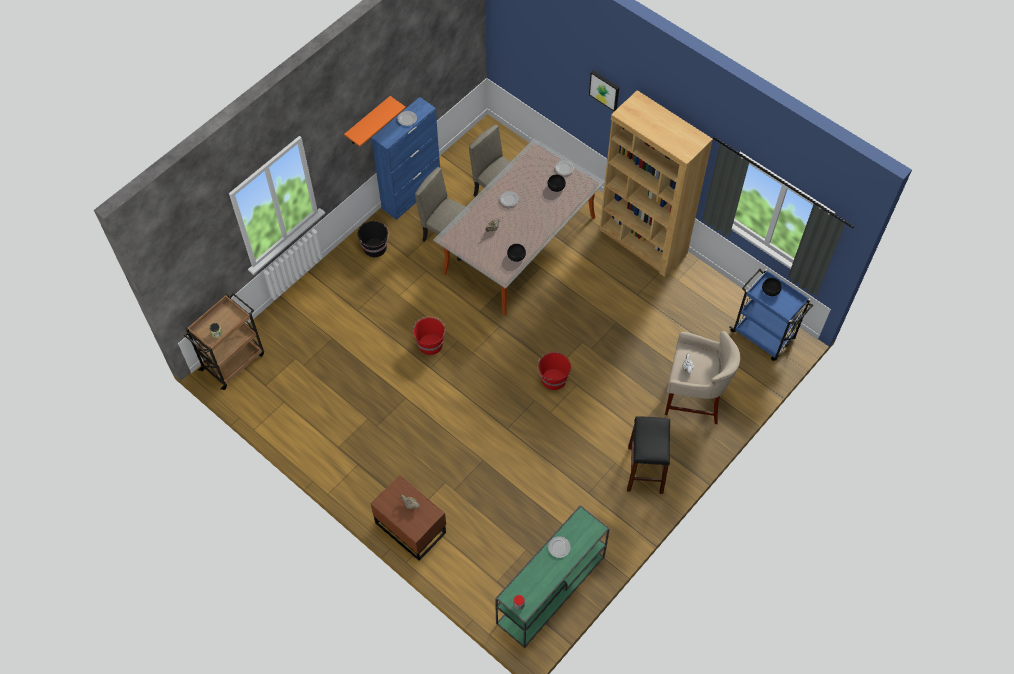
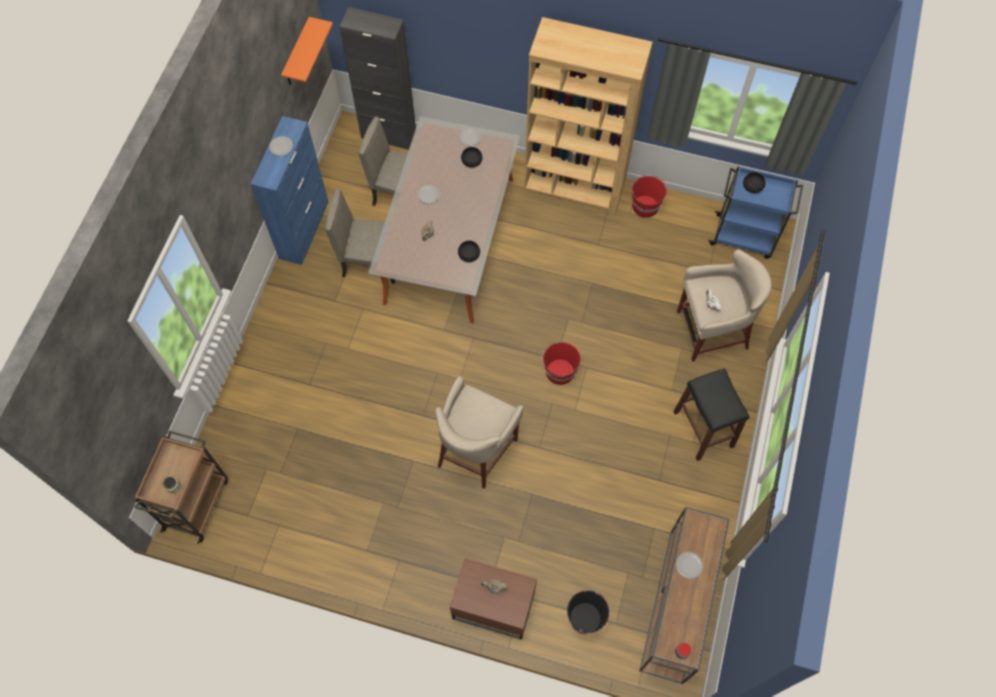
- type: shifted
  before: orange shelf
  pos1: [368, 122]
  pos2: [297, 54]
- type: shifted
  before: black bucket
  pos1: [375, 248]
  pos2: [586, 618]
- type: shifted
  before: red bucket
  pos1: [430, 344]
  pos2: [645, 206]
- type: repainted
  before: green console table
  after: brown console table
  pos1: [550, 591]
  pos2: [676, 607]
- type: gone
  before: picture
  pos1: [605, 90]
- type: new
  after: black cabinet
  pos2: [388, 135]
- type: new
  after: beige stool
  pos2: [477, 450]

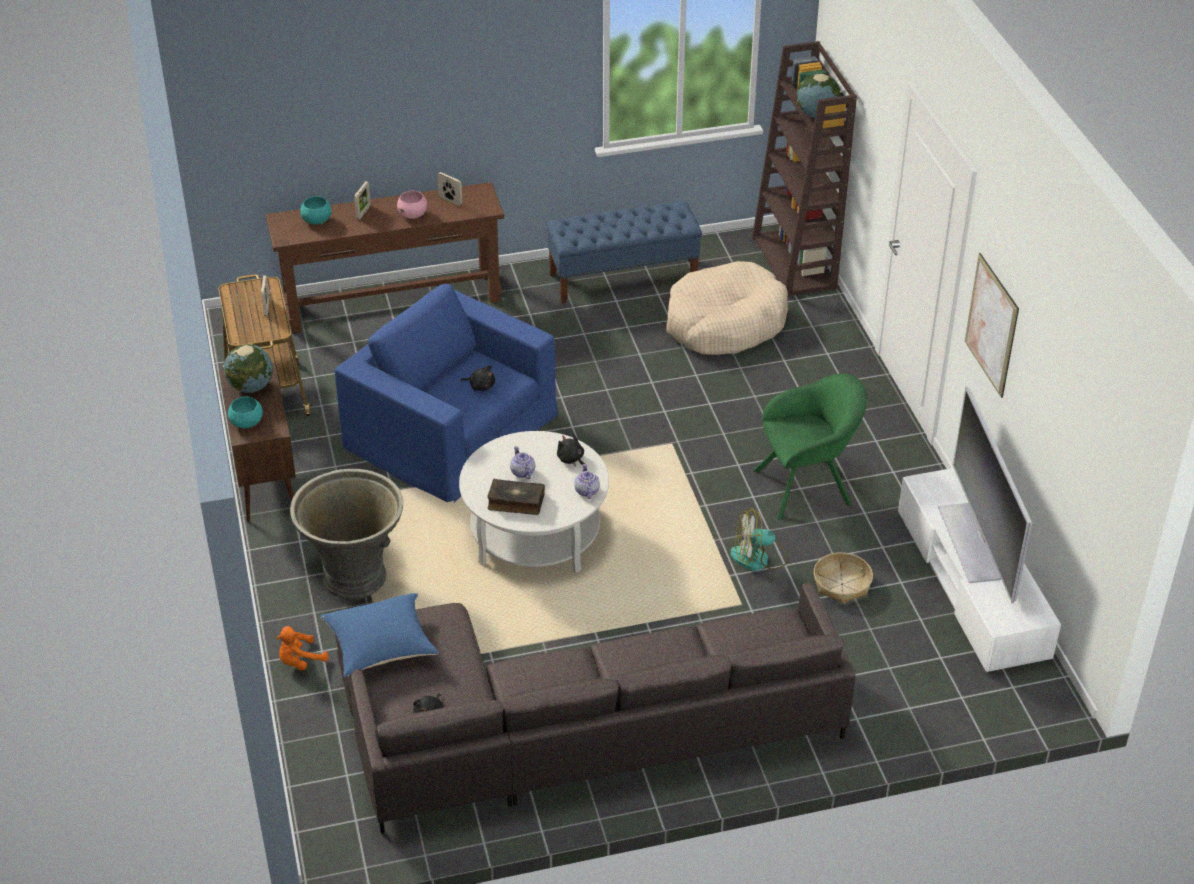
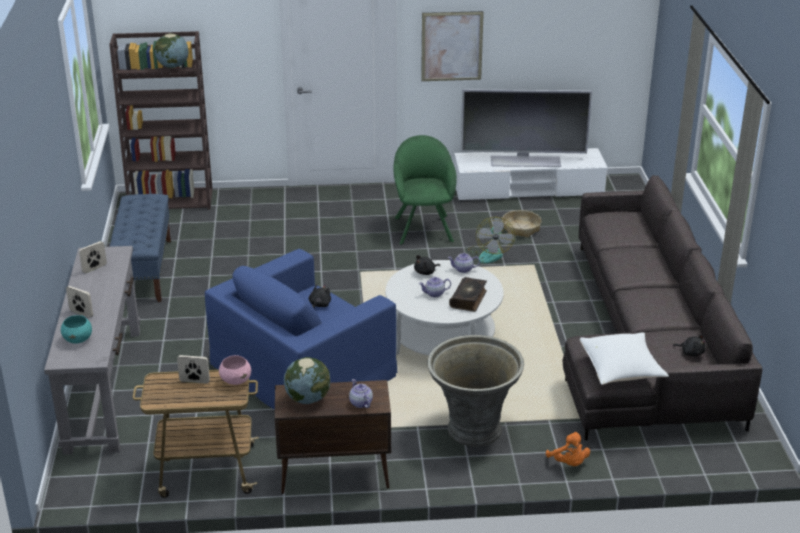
- type: swapped
  before: turquoise bowl
  after: teapot
  pos1: [246, 423]
  pos2: [360, 403]
- type: repainted
  before: brown console table
  after: grey console table
  pos1: [392, 302]
  pos2: [104, 388]
- type: repainted
  before: blue pillow
  after: white pillow
  pos1: [380, 648]
  pos2: [621, 371]
- type: shifted
  before: pink bowl
  pos1: [413, 215]
  pos2: [236, 380]
- type: gone
  before: beige dog bed
  pos1: [724, 323]

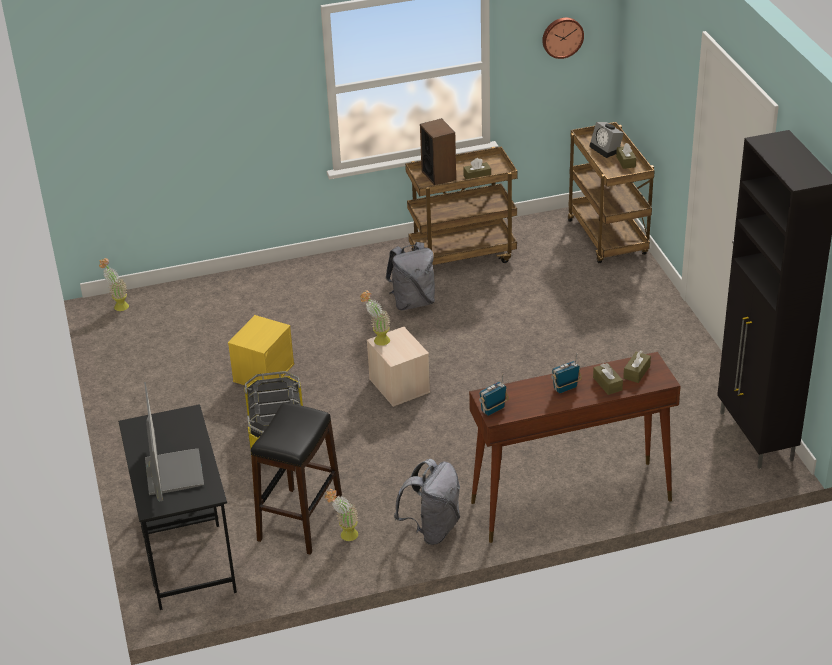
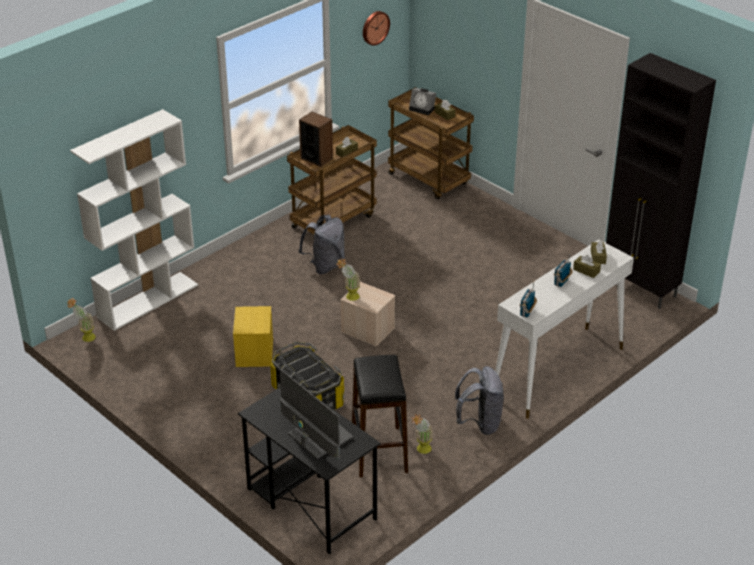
- type: repainted
  before: brown console table
  after: white console table
  pos1: [570, 501]
  pos2: [557, 372]
- type: new
  after: white bookcase
  pos2: [148, 300]

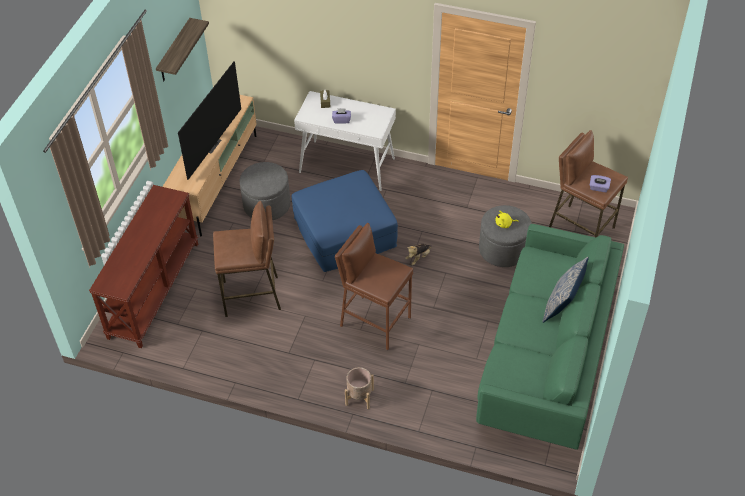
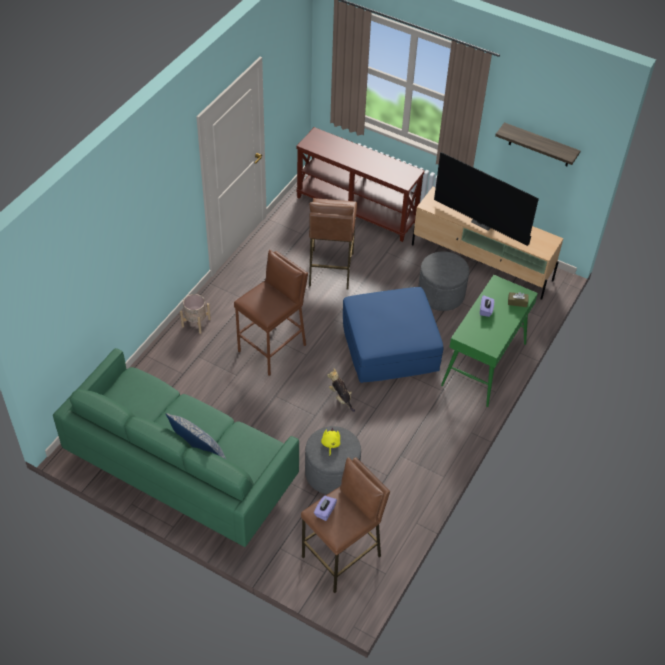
- type: repainted
  before: white console table
  after: green console table
  pos1: [347, 166]
  pos2: [484, 365]

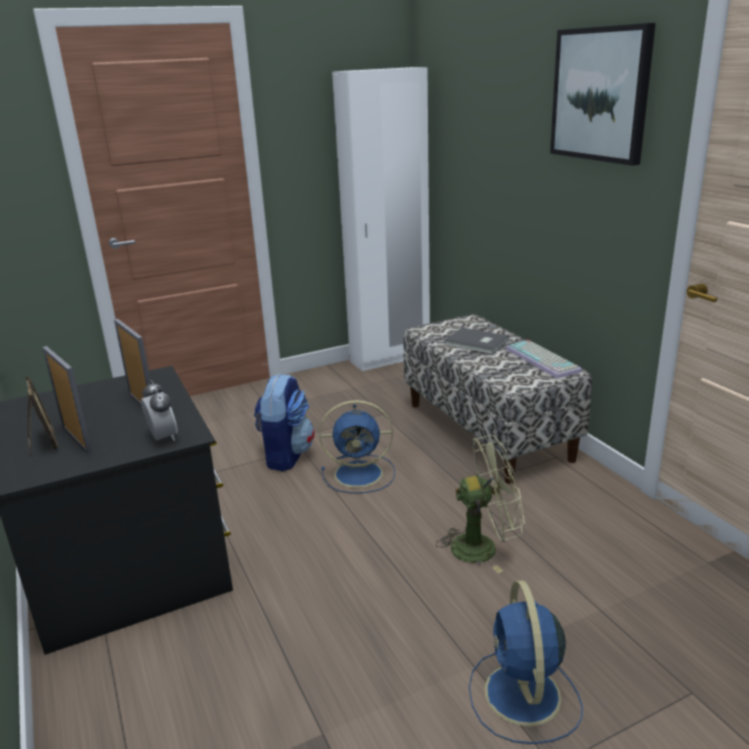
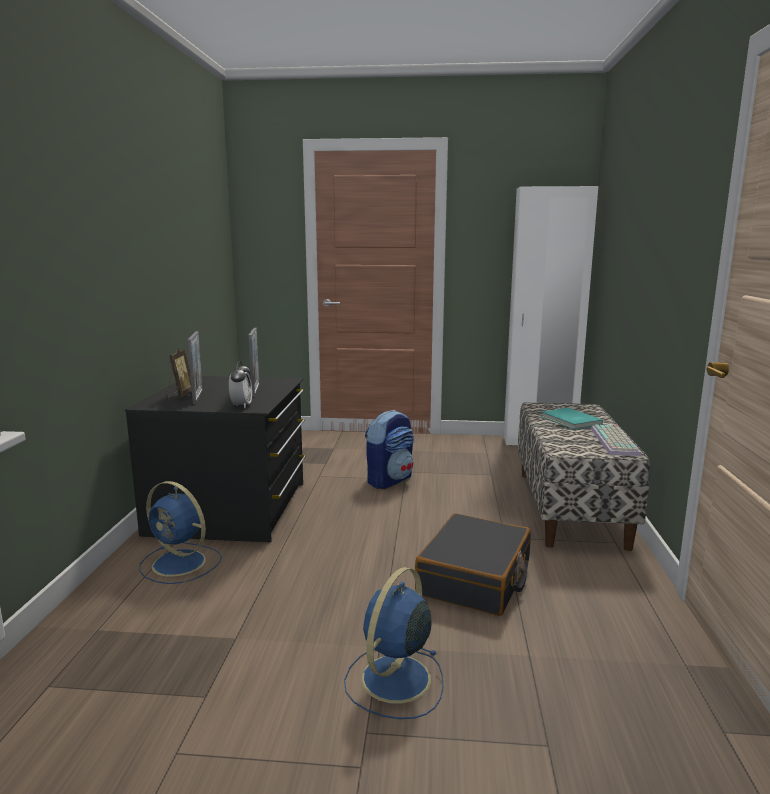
- type: shifted
  before: blue fan
  pos1: [361, 474]
  pos2: [181, 564]
- type: swapped
  before: green fan
  after: black suitcase
  pos1: [483, 546]
  pos2: [475, 579]
- type: repainted
  before: grey book
  after: turquoise book
  pos1: [476, 343]
  pos2: [570, 421]
- type: gone
  before: picture
  pos1: [601, 94]

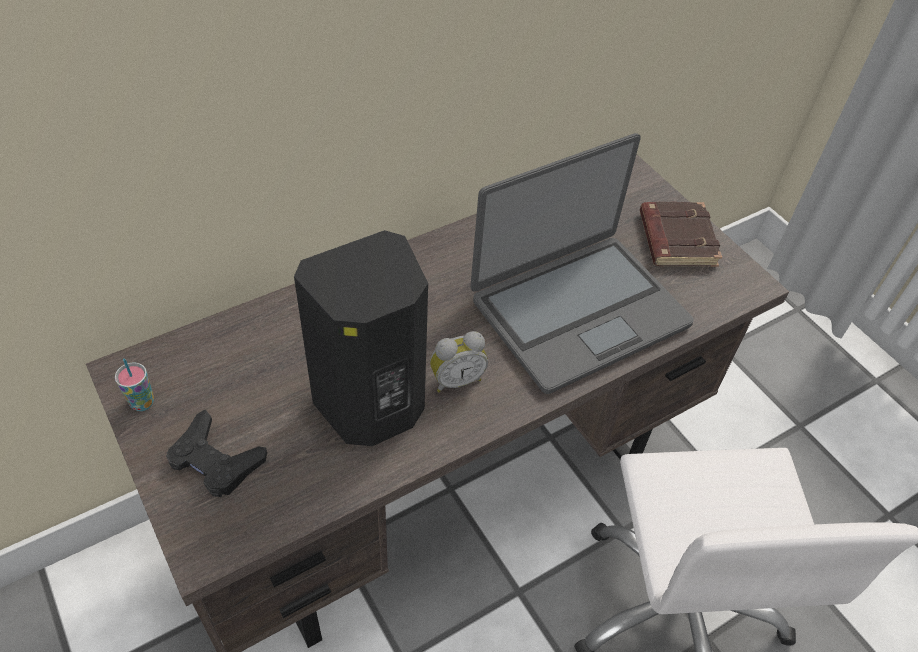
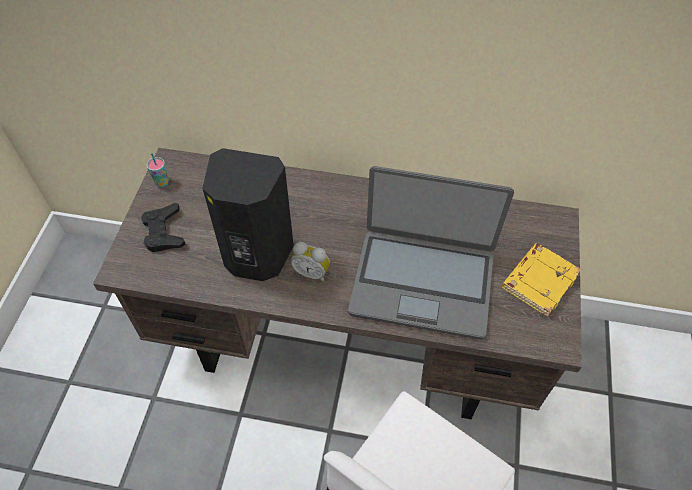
- type: repainted
  before: brown book
  after: yellow book
  pos1: [675, 239]
  pos2: [539, 281]

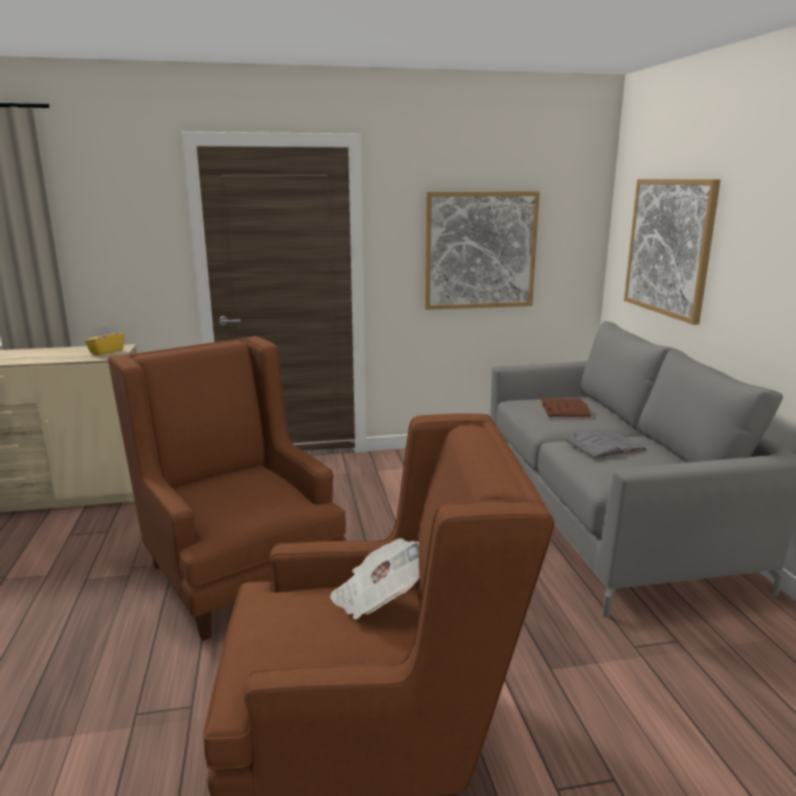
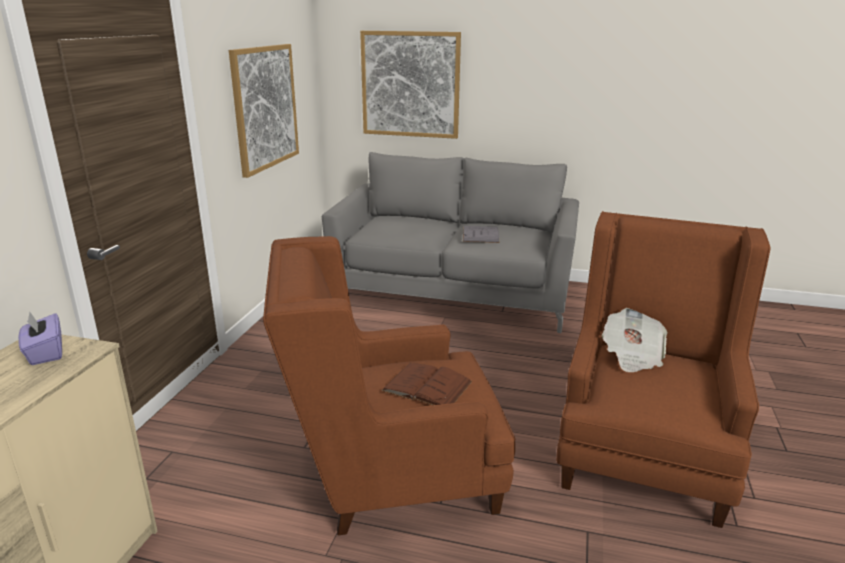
- type: repainted
  before: yellow tissue box
  after: purple tissue box
  pos1: [106, 351]
  pos2: [45, 353]
- type: shifted
  before: brown book
  pos1: [564, 408]
  pos2: [427, 386]

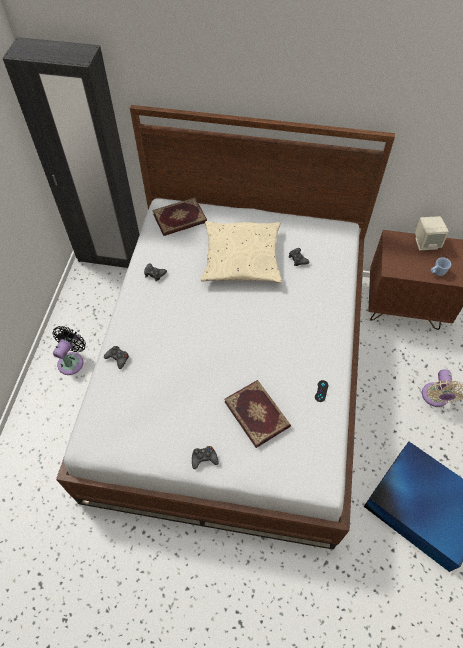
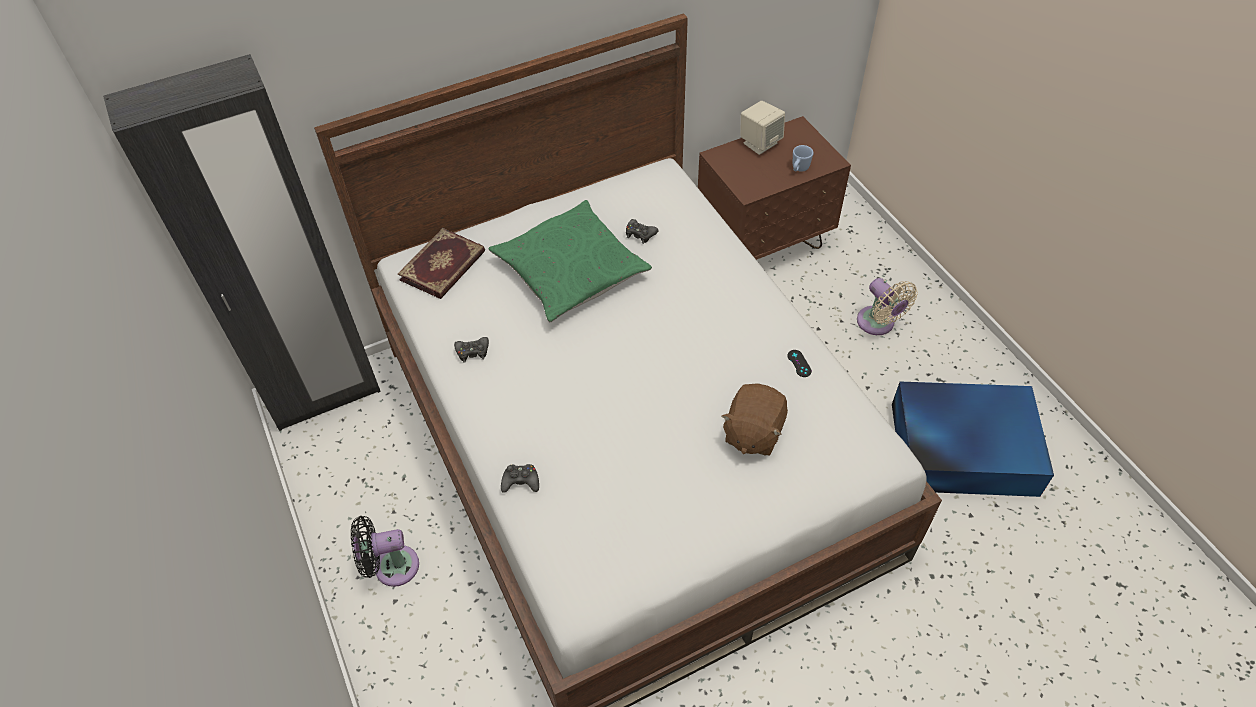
- type: rotated
  before: black fan
  pos1: [72, 361]
  pos2: [391, 567]
  turn: -90
- type: gone
  before: black game controller
  pos1: [204, 458]
- type: repainted
  before: beige pillow
  after: green pillow
  pos1: [241, 258]
  pos2: [570, 270]
- type: swapped
  before: book
  after: brown plush toy
  pos1: [257, 413]
  pos2: [752, 433]

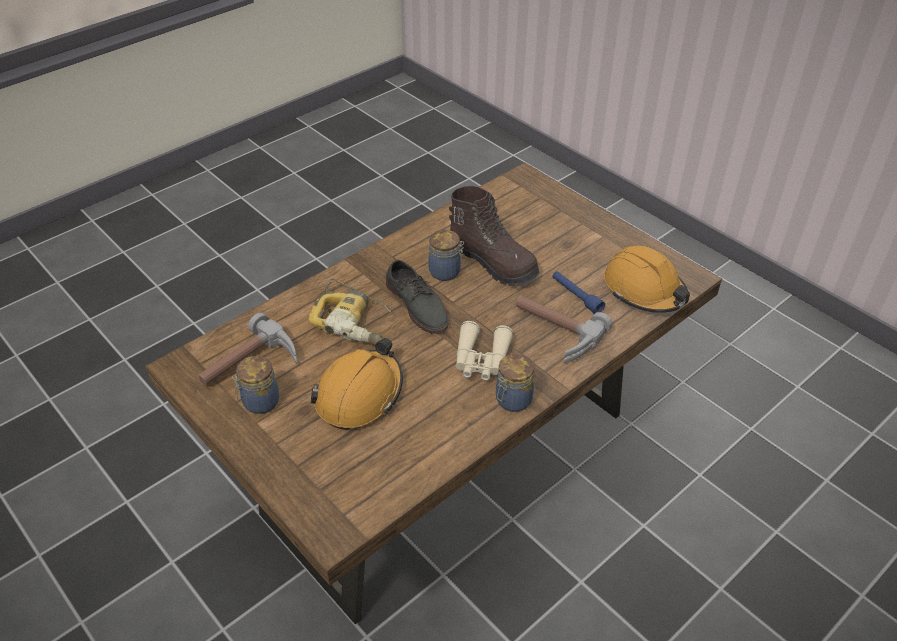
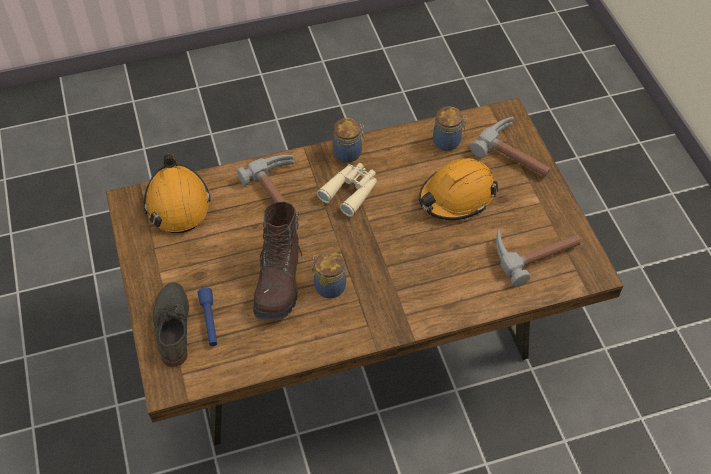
- type: shifted
  before: jar
  pos1: [259, 402]
  pos2: [448, 141]
- type: gone
  before: power drill
  pos1: [354, 321]
- type: shifted
  before: grey shoe
  pos1: [417, 304]
  pos2: [172, 326]
- type: rotated
  before: brown boot
  pos1: [493, 262]
  pos2: [279, 281]
  turn: -150
- type: shifted
  before: blue flashlight
  pos1: [576, 296]
  pos2: [209, 321]
- type: new
  after: hammer
  pos2: [517, 154]

